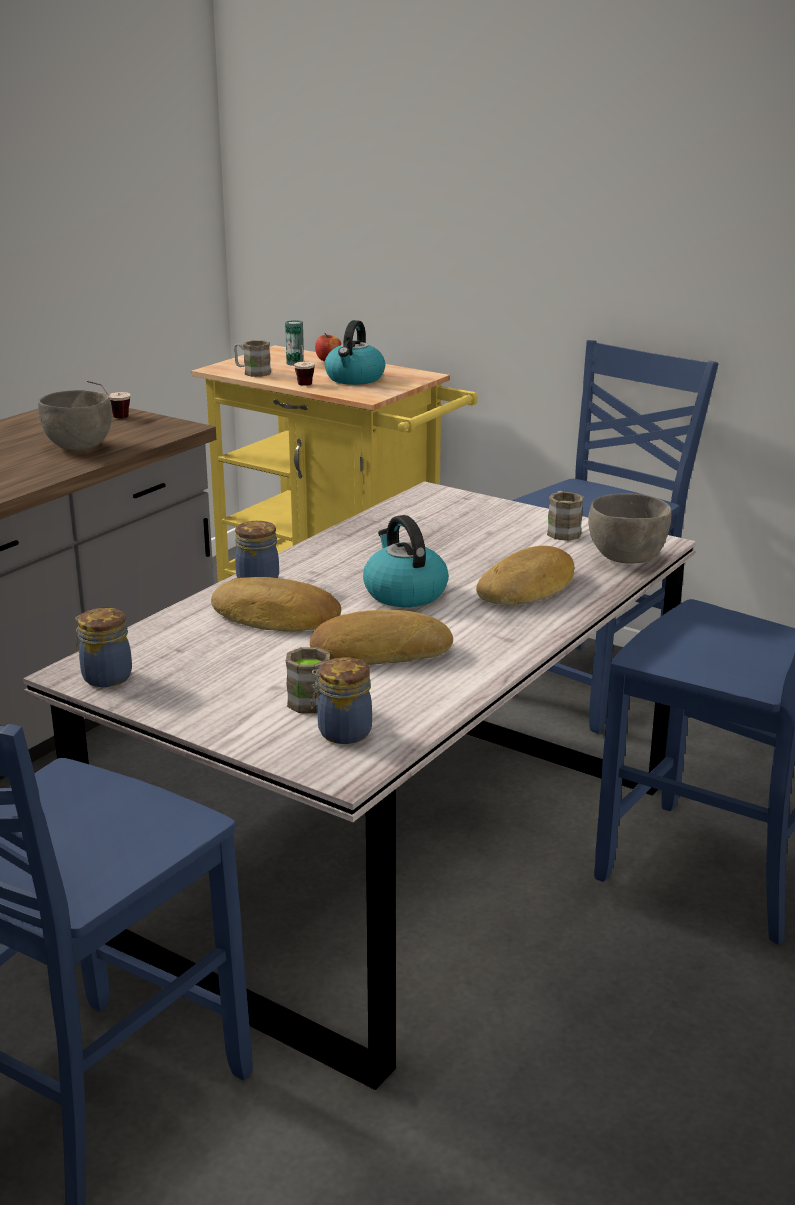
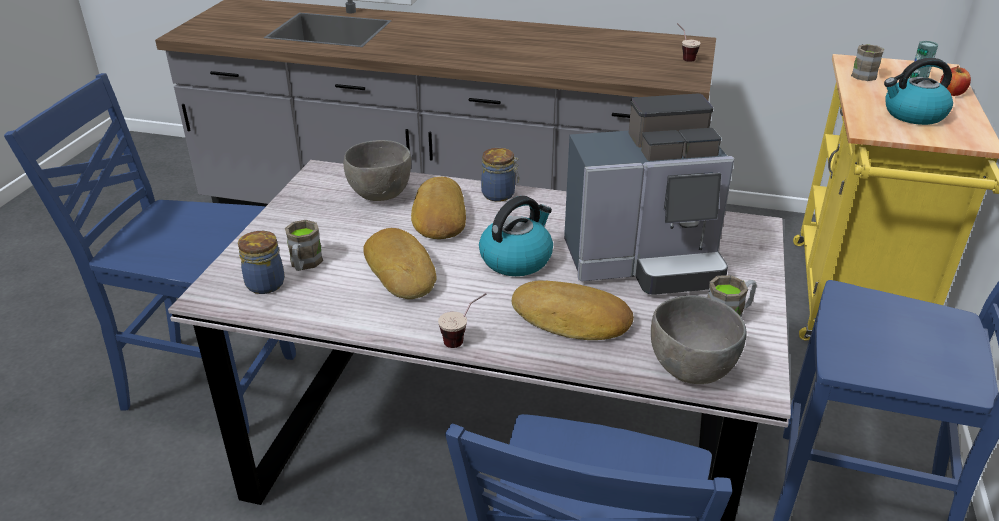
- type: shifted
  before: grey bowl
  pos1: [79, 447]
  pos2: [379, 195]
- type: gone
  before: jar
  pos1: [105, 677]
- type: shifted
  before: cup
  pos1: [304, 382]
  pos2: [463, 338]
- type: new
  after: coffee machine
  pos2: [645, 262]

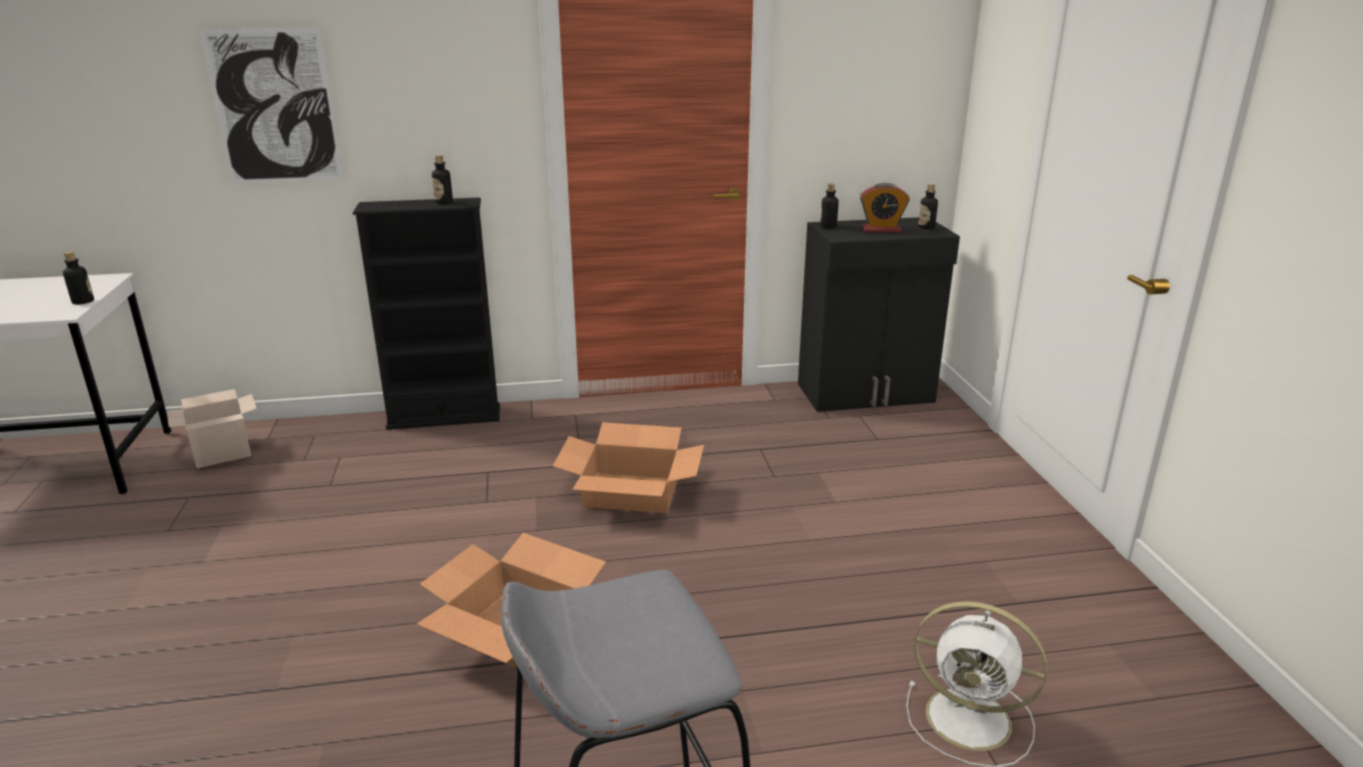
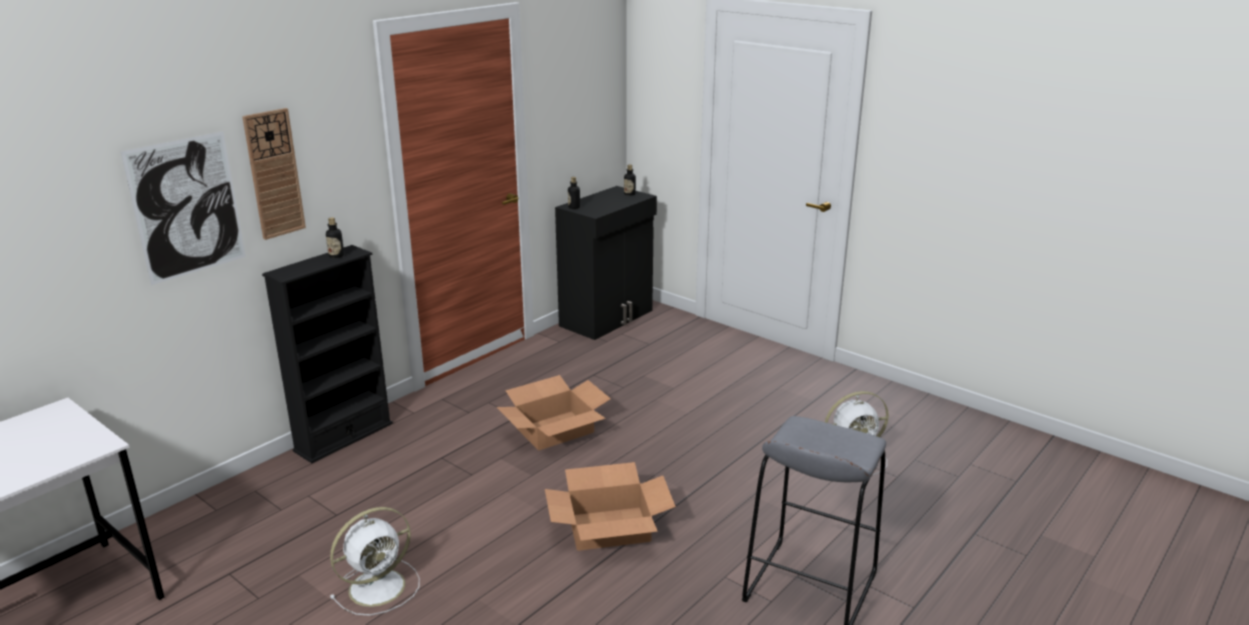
- type: gone
  before: bottle
  pos1: [83, 301]
- type: gone
  before: cardboard box
  pos1: [223, 452]
- type: gone
  before: alarm clock
  pos1: [881, 230]
- type: new
  after: wall clock
  pos2: [274, 174]
- type: new
  after: white fan
  pos2: [379, 586]

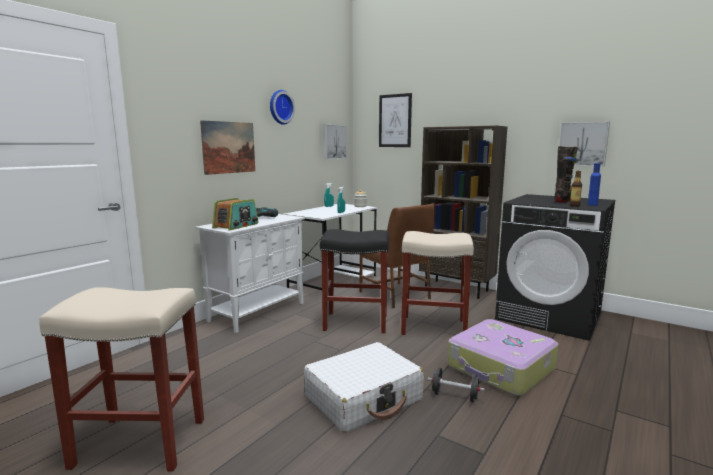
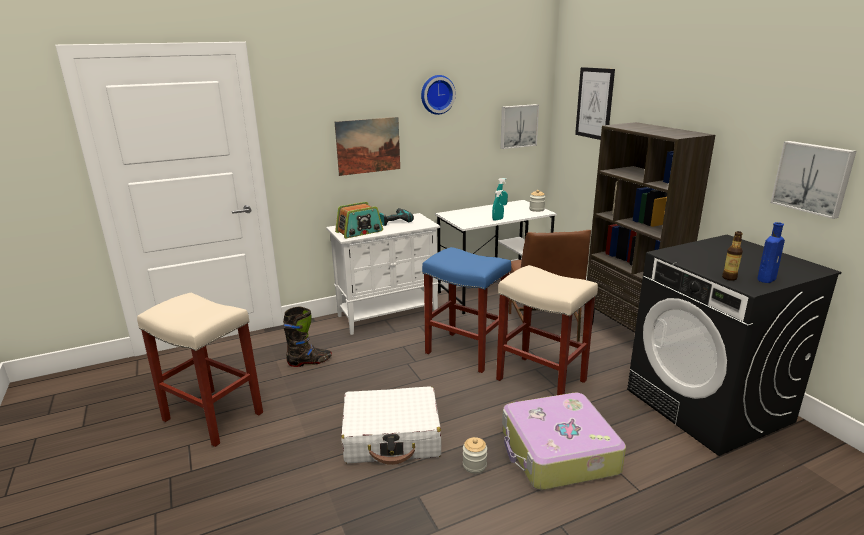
- type: repainted
  before: black stool
  after: blue stool
  pos1: [357, 322]
  pos2: [467, 352]
- type: swapped
  before: black dumbbell
  after: jar
  pos1: [455, 396]
  pos2: [474, 465]
- type: shifted
  before: black boot
  pos1: [564, 201]
  pos2: [310, 362]

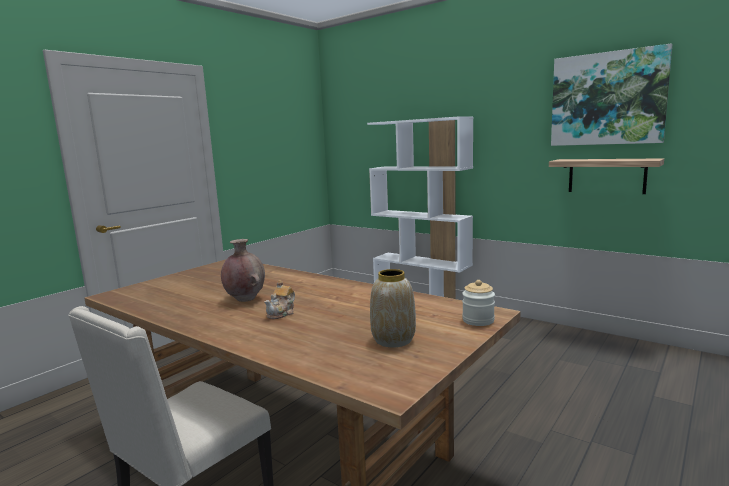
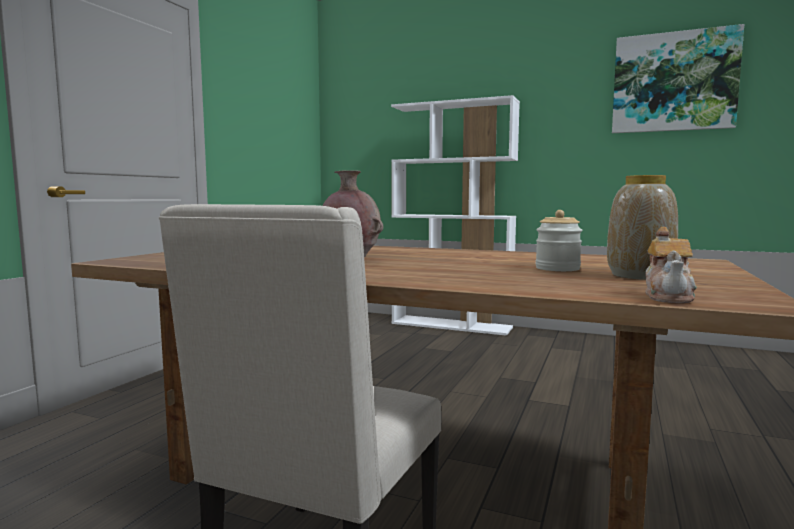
- type: shifted
  before: teapot
  pos1: [282, 313]
  pos2: [669, 297]
- type: shifted
  before: jar
  pos1: [478, 320]
  pos2: [557, 268]
- type: gone
  before: shelf
  pos1: [606, 176]

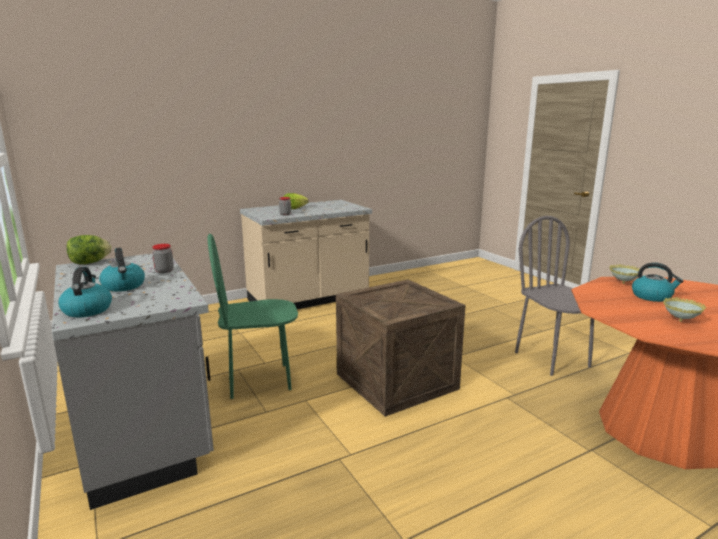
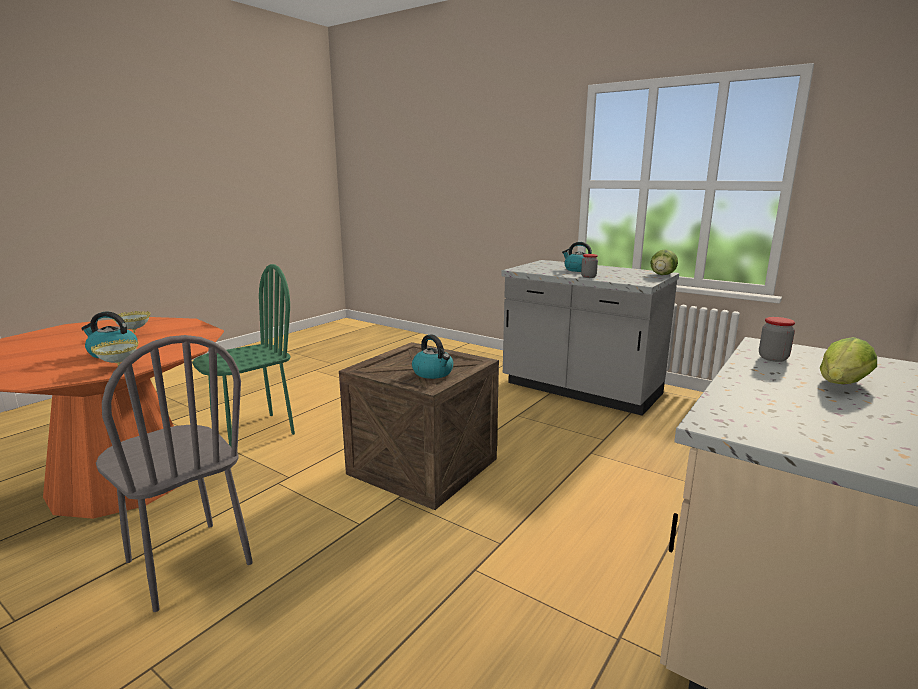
- type: shifted
  before: kettle
  pos1: [87, 310]
  pos2: [433, 373]
- type: shifted
  before: green chair
  pos1: [259, 380]
  pos2: [253, 432]

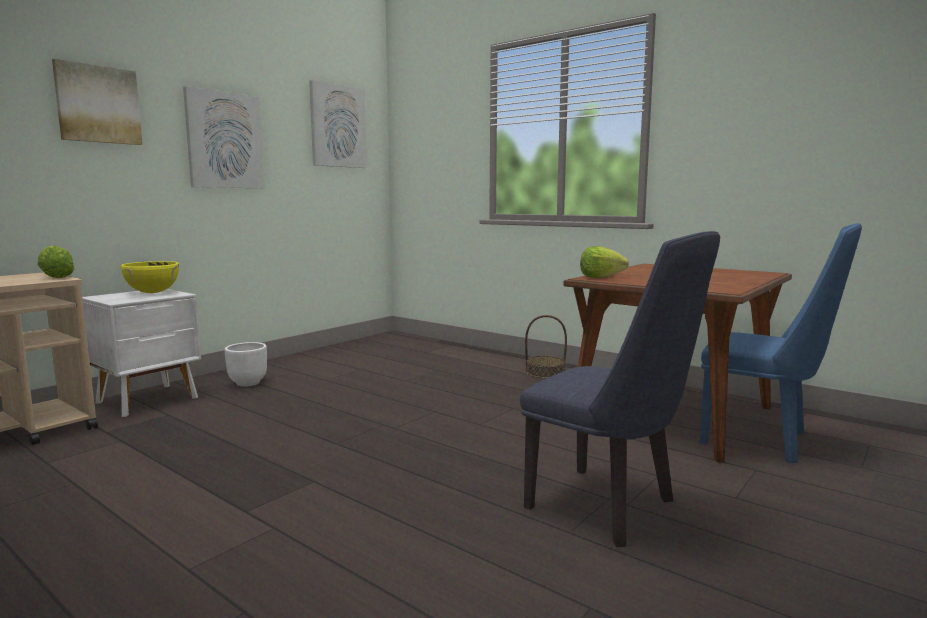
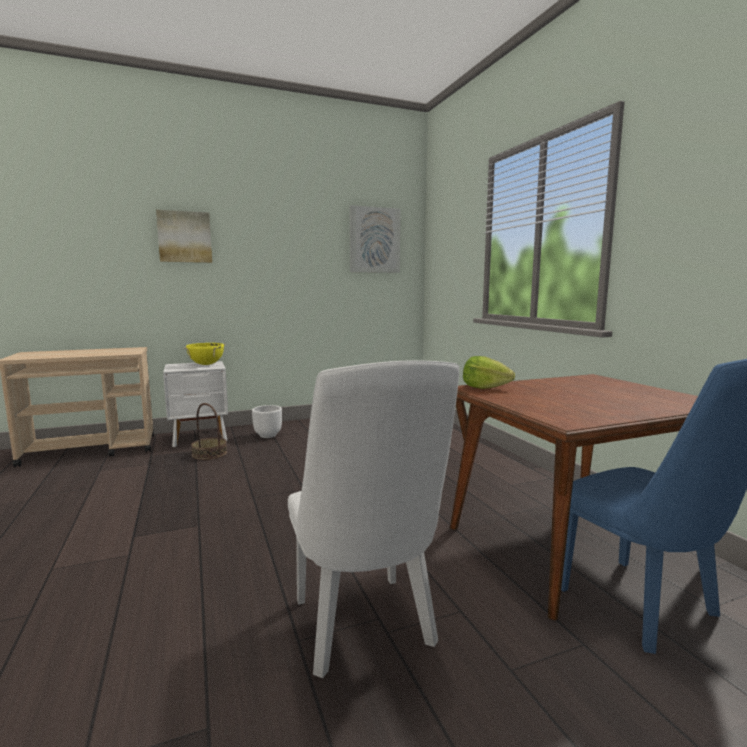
- type: gone
  before: lettuce
  pos1: [55, 277]
- type: gone
  before: picture
  pos1: [224, 140]
- type: repainted
  before: blue chair
  after: white chair
  pos1: [611, 508]
  pos2: [366, 631]
- type: shifted
  before: basket
  pos1: [545, 373]
  pos2: [209, 454]

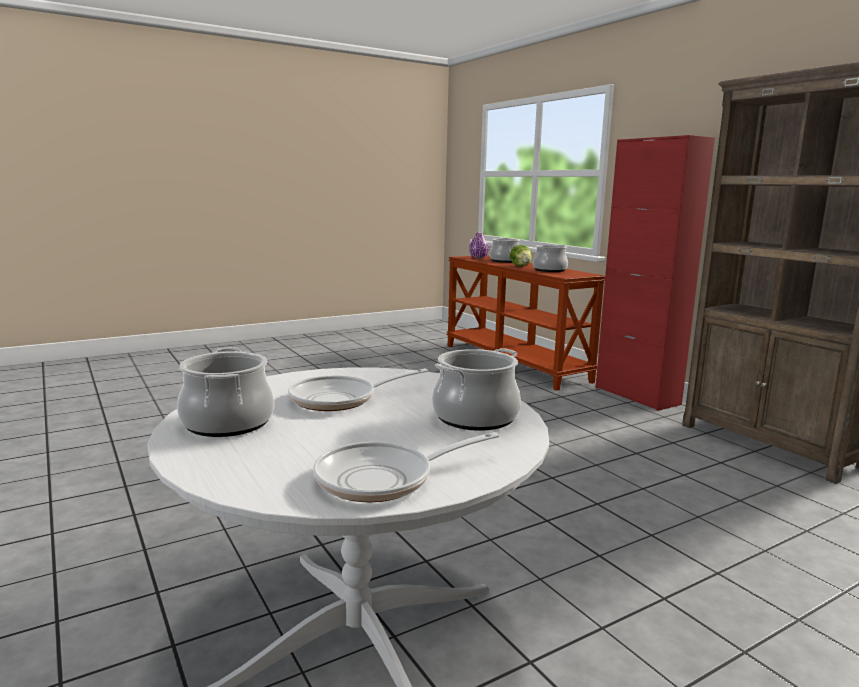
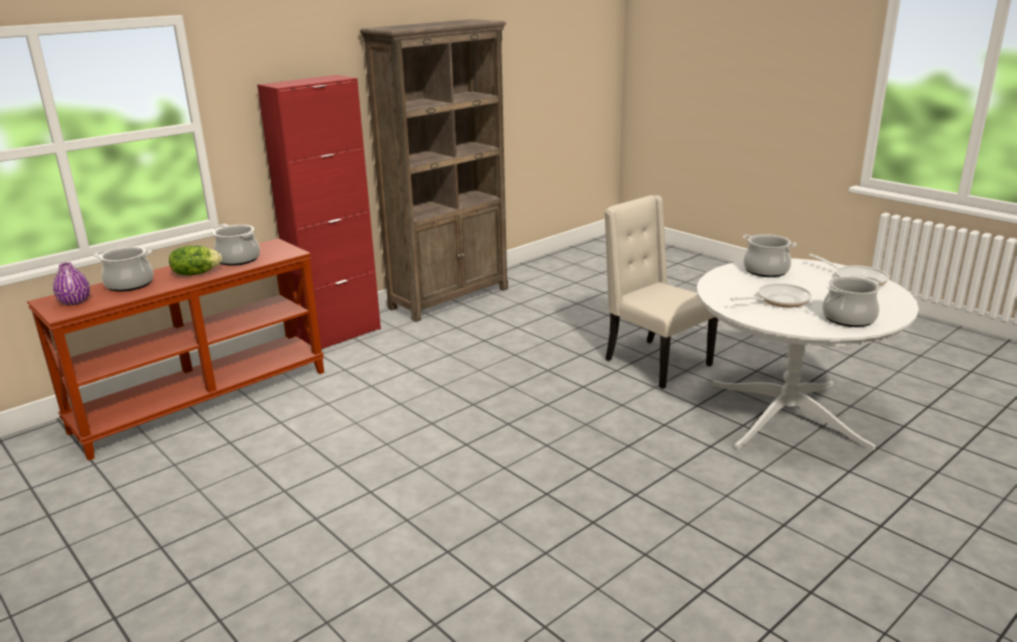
- type: rotated
  before: frying pan
  pos1: [340, 399]
  pos2: [778, 300]
  turn: -75
- type: new
  after: beige chair
  pos2: [654, 363]

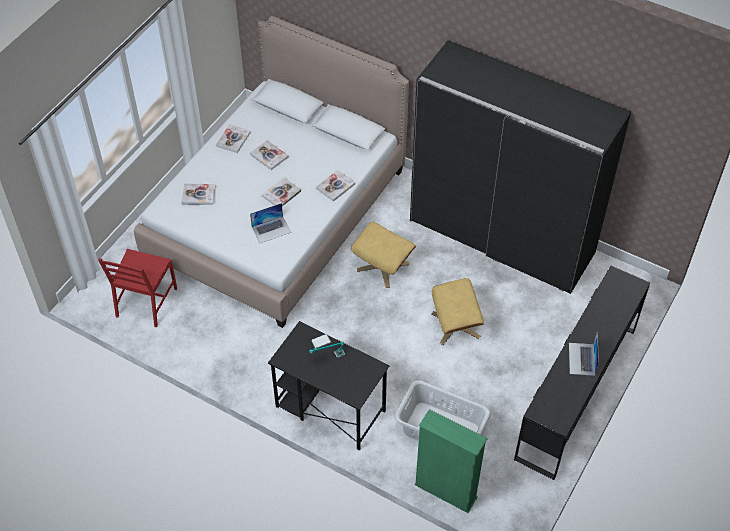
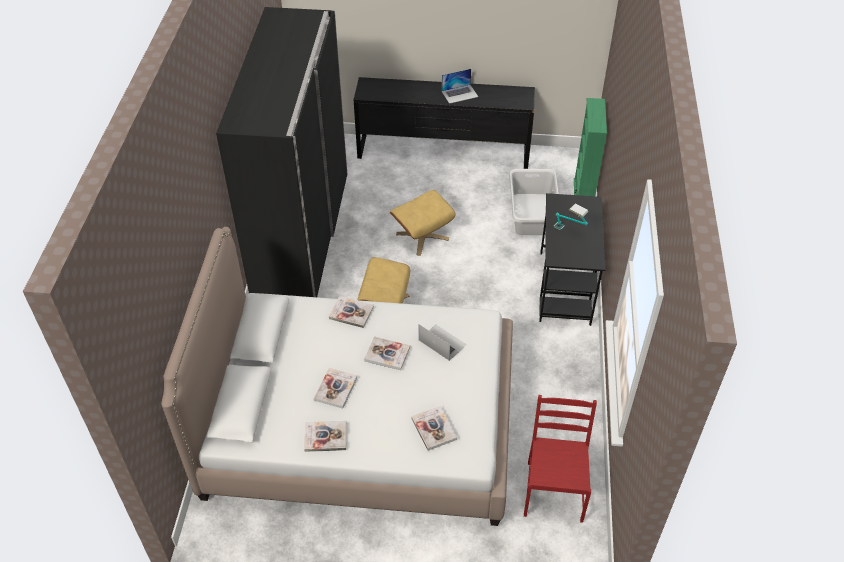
- type: rotated
  before: red chair
  pos1: [146, 302]
  pos2: [553, 490]
  turn: -75

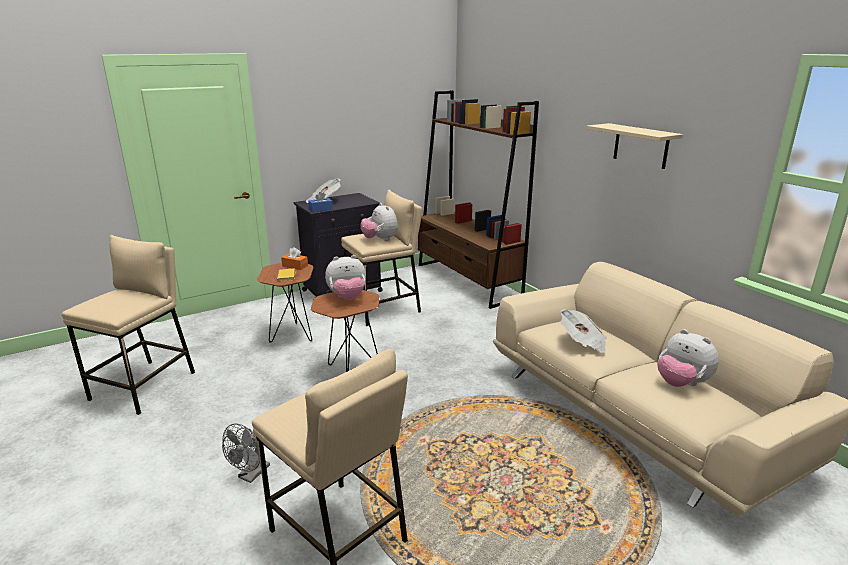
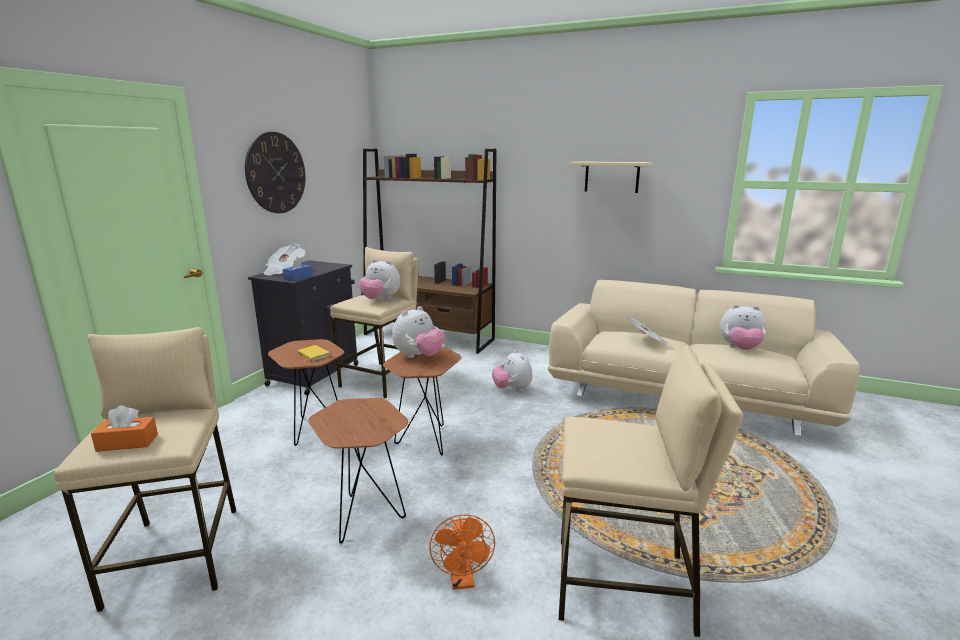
- type: repainted
  before: grey fan
  after: orange fan
  pos1: [251, 475]
  pos2: [463, 580]
- type: shifted
  before: orange tissue box
  pos1: [295, 266]
  pos2: [127, 443]
- type: new
  after: wall clock
  pos2: [276, 173]
- type: new
  after: brown side table
  pos2: [366, 519]
- type: new
  after: plush toy
  pos2: [512, 389]

